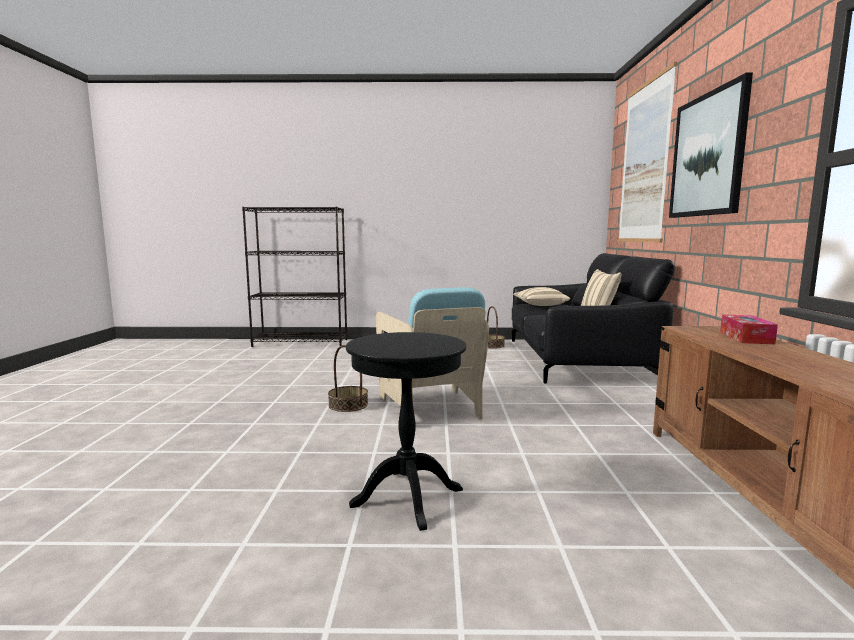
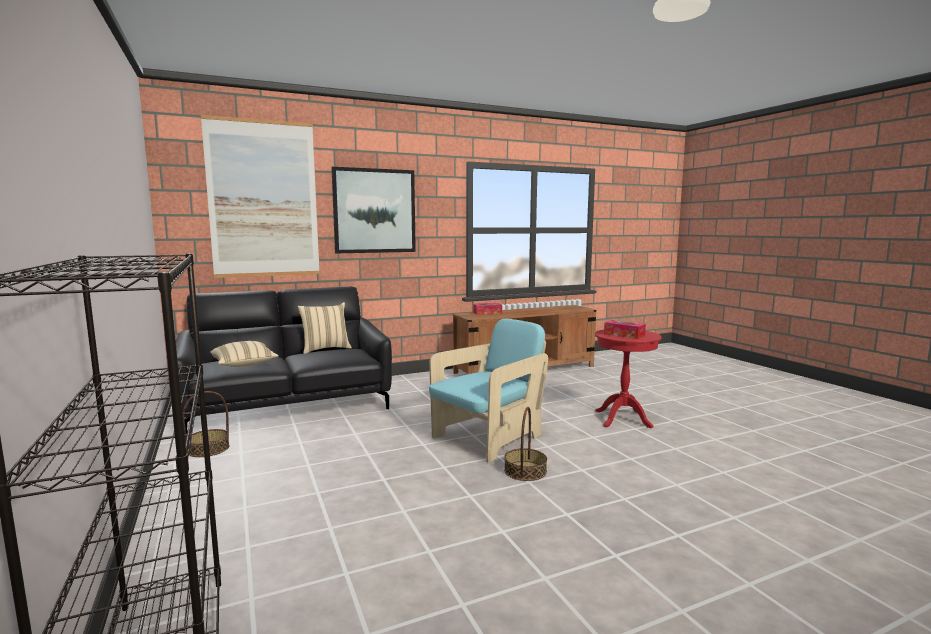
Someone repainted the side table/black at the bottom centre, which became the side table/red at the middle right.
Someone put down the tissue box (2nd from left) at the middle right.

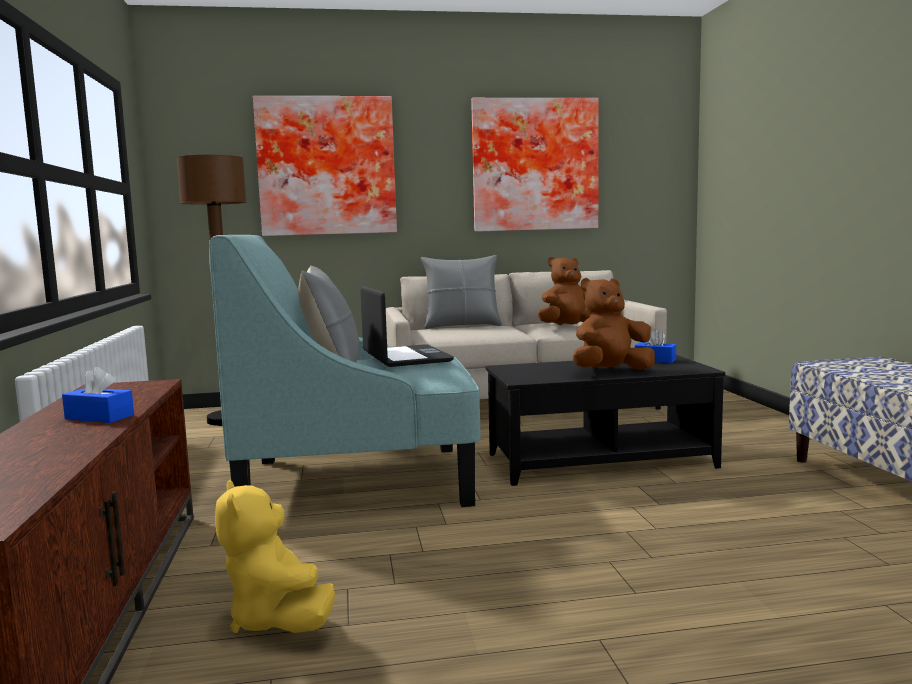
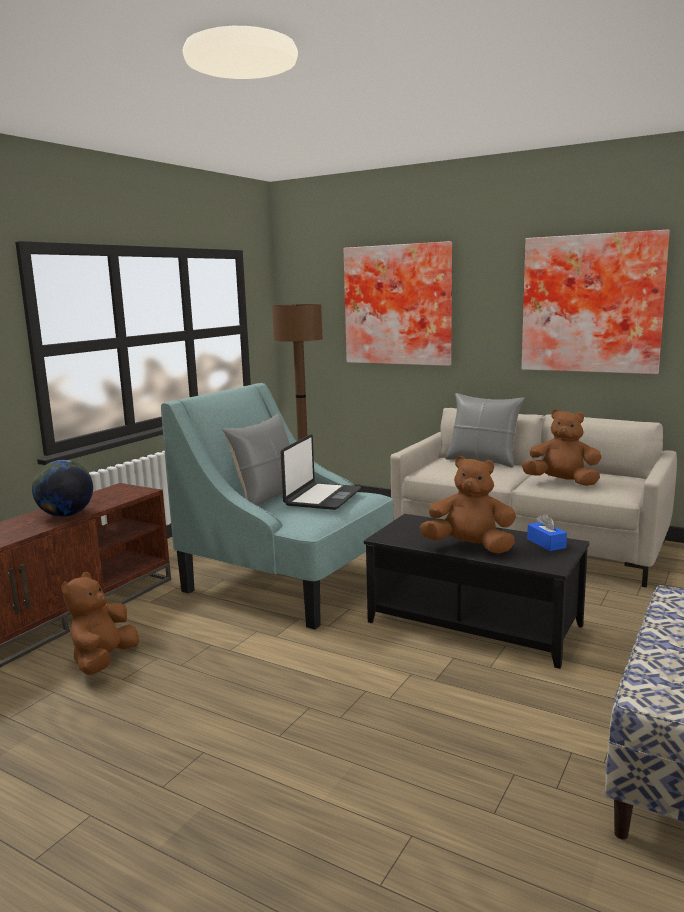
Someone swapped the tissue box/blue (1st from left) at the middle left for the globe at the middle left.
Someone repainted the plush toy/yellow at the bottom left, which became the plush toy/brown (1st from left) at the bottom left.

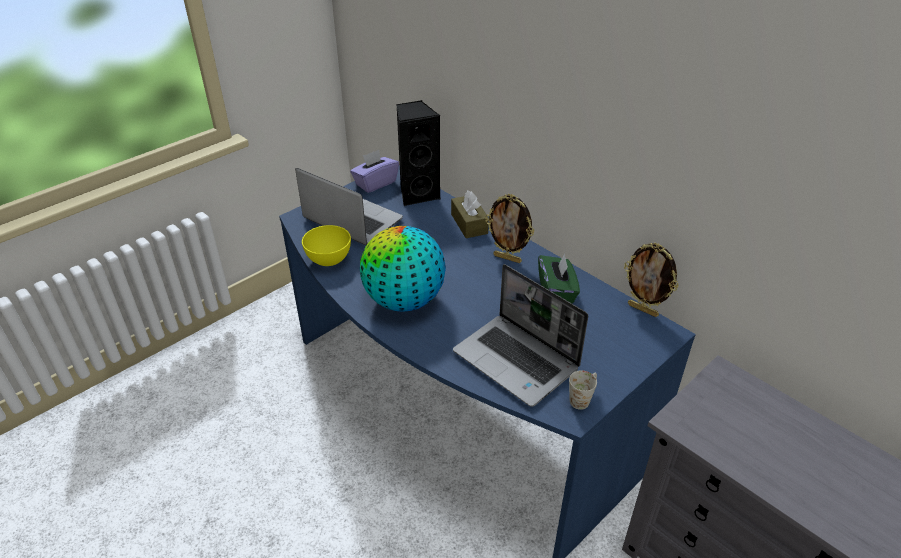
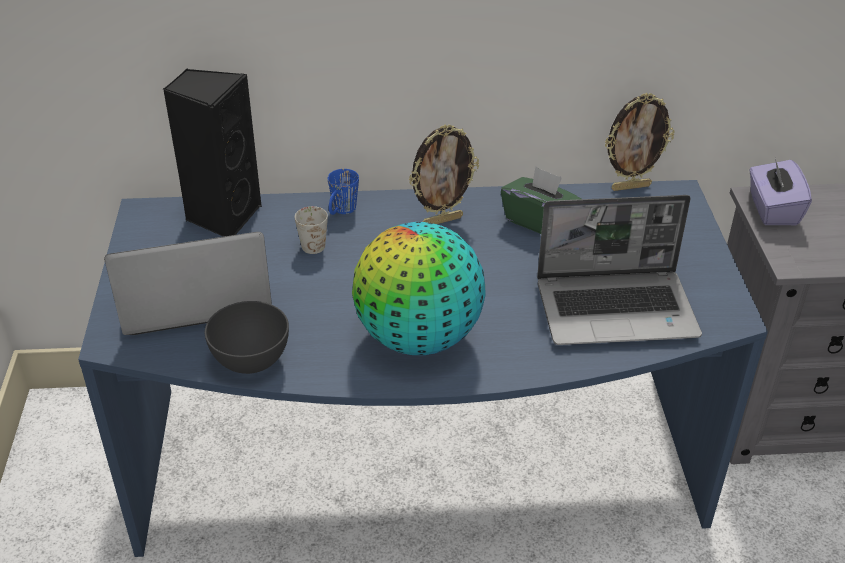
Someone repainted the bowl/yellow at the centre, which became the bowl/grey at the middle left.
Someone carried the mug/white from the bottom centre to the centre.
Someone swapped the tissue box/brown at the centre for the mug/blue at the centre.
Someone carried the tissue box/purple from the top centre to the middle right.

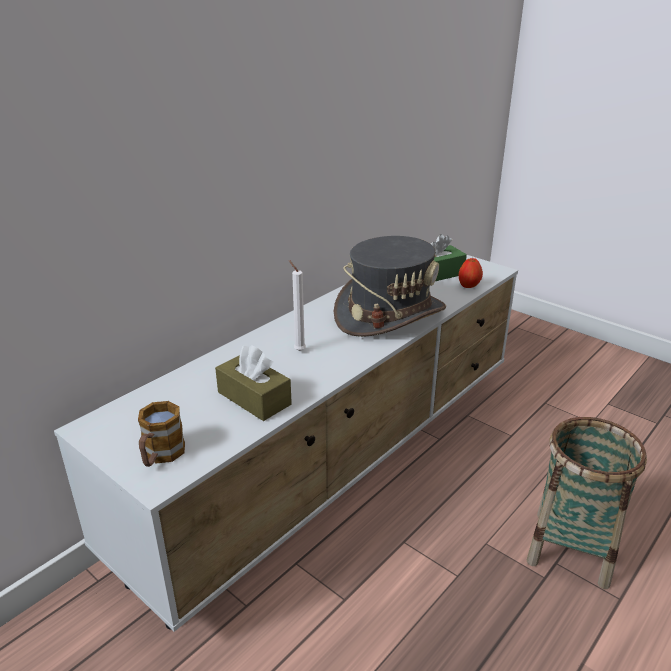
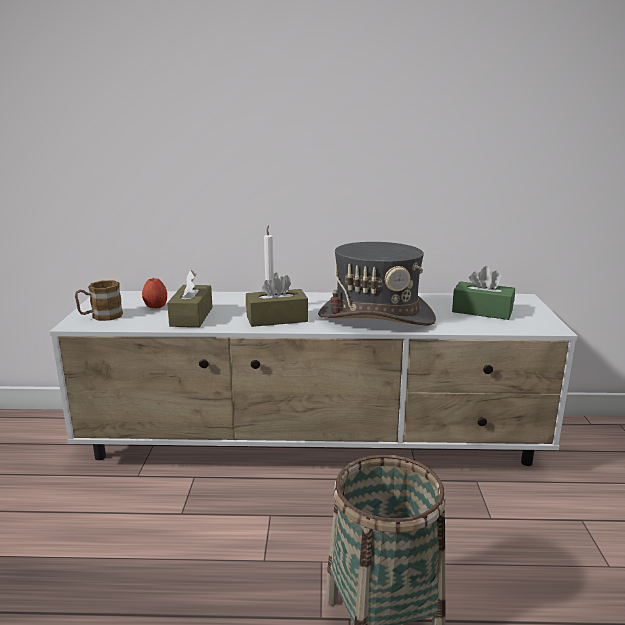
Someone carried the apple from the middle right to the middle left.
Someone put down the tissue box/brown (2nd from left) at the centre.

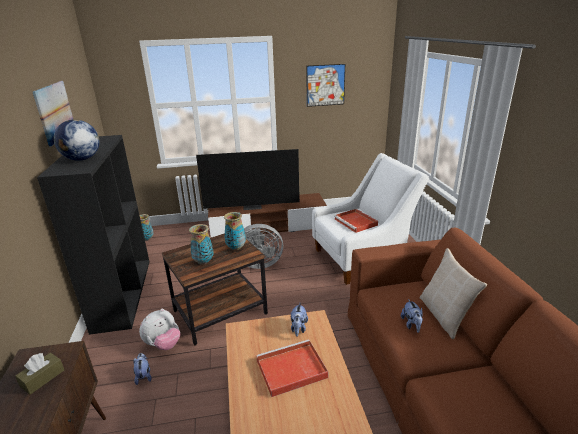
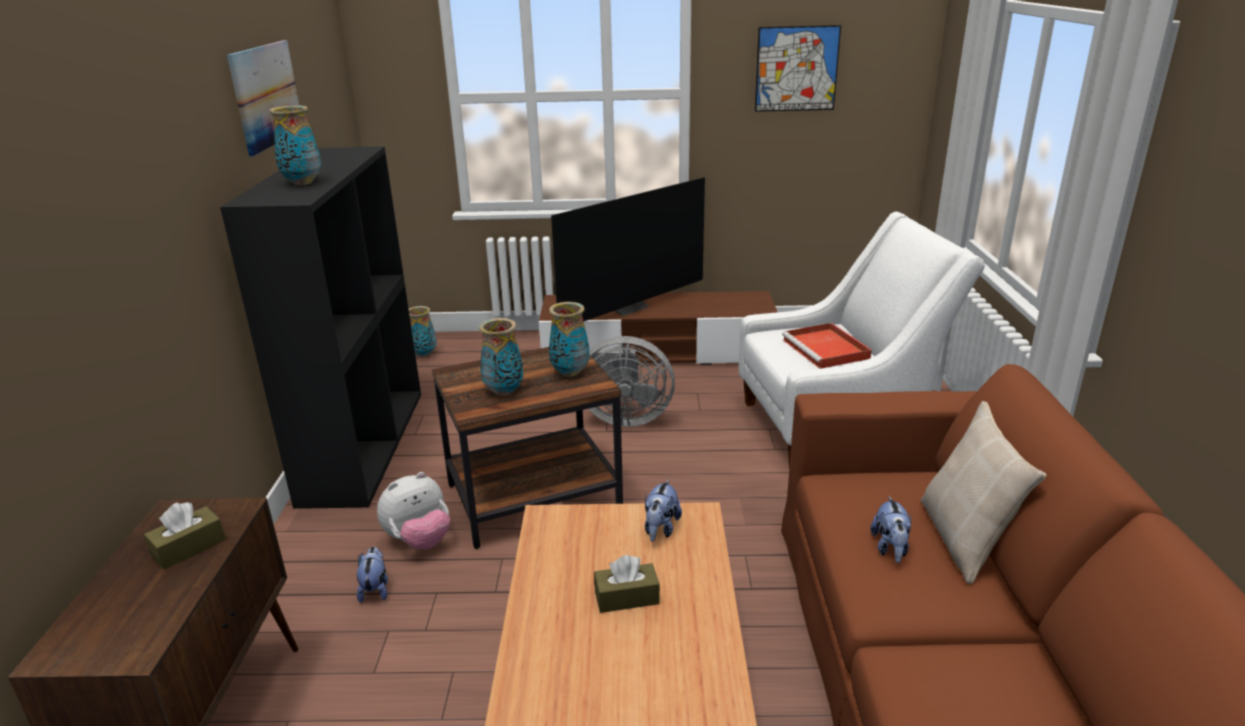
Someone swapped the globe at the top left for the vase (1st from left) at the top left.
Someone rotated the television at the centre by 45 degrees counterclockwise.
Someone swapped the tray/red (1st from left) at the bottom centre for the tissue box/brown (2nd from left) at the bottom centre.

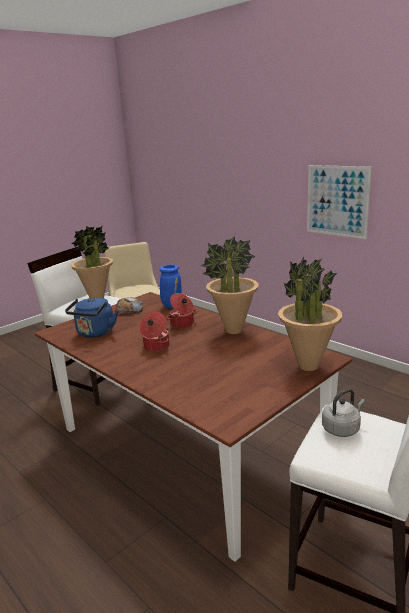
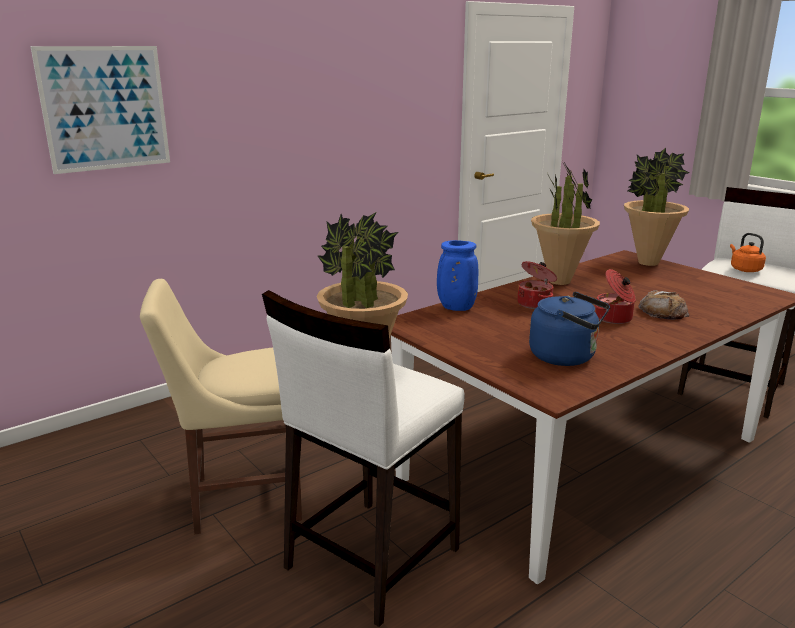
Someone carried the picture from the top right to the top left.
Someone carried the bread from the middle left to the middle right.
Someone repainted the kettle/grey at the bottom right, which became the kettle/orange at the middle right.

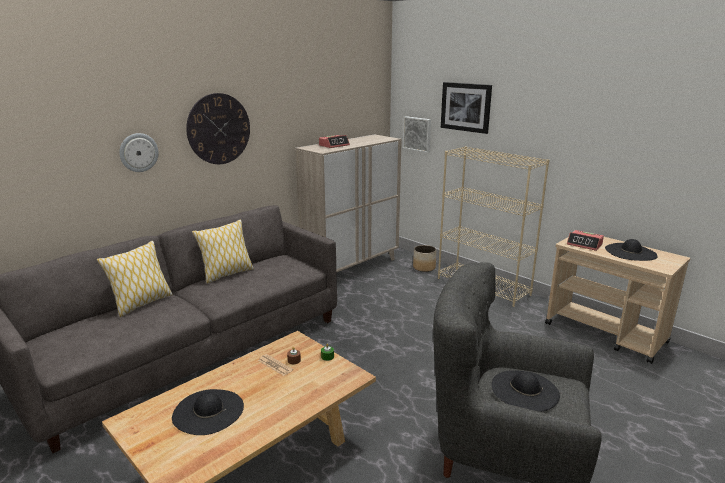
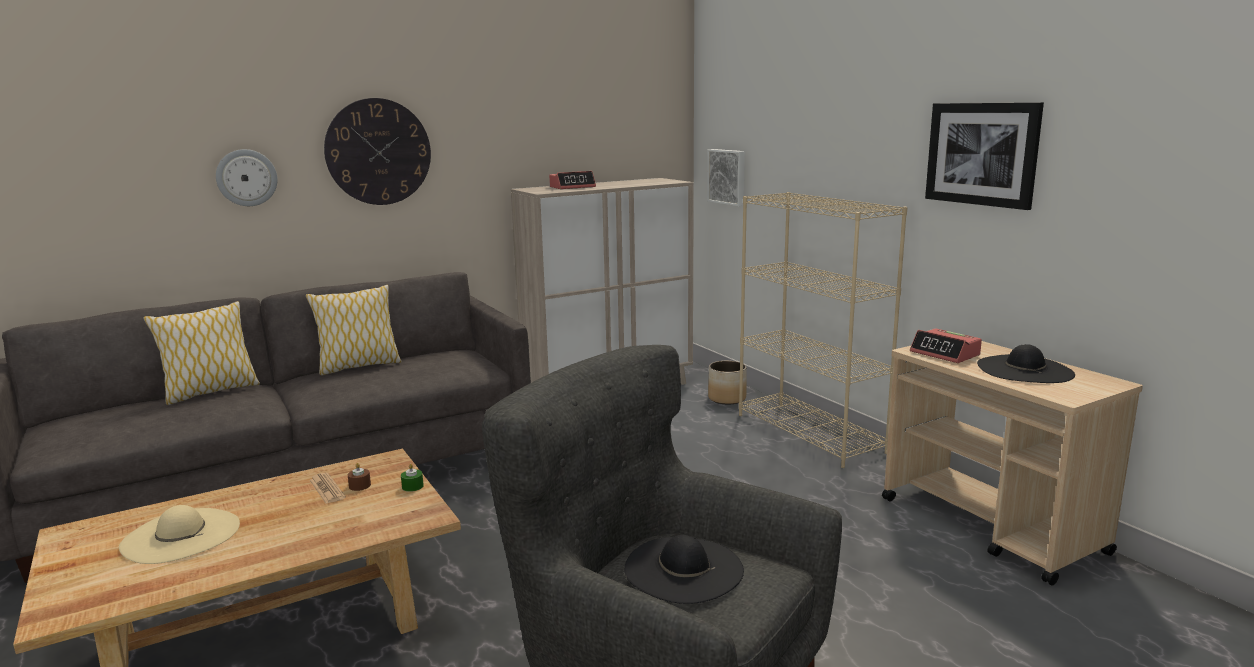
Someone repainted the hat/black (1st from left) at the bottom left, which became the hat/beige at the bottom left.
Someone carried the picture (2nd from left) from the top centre to the top right.

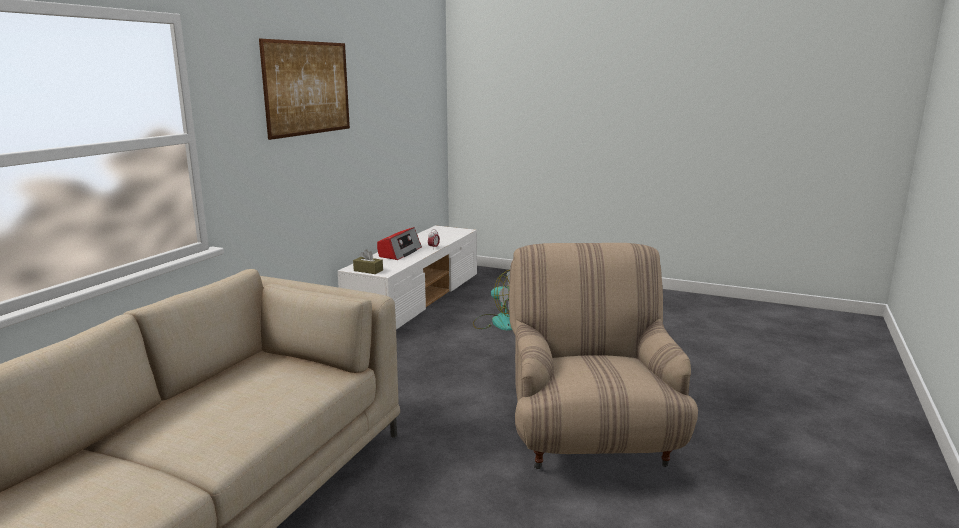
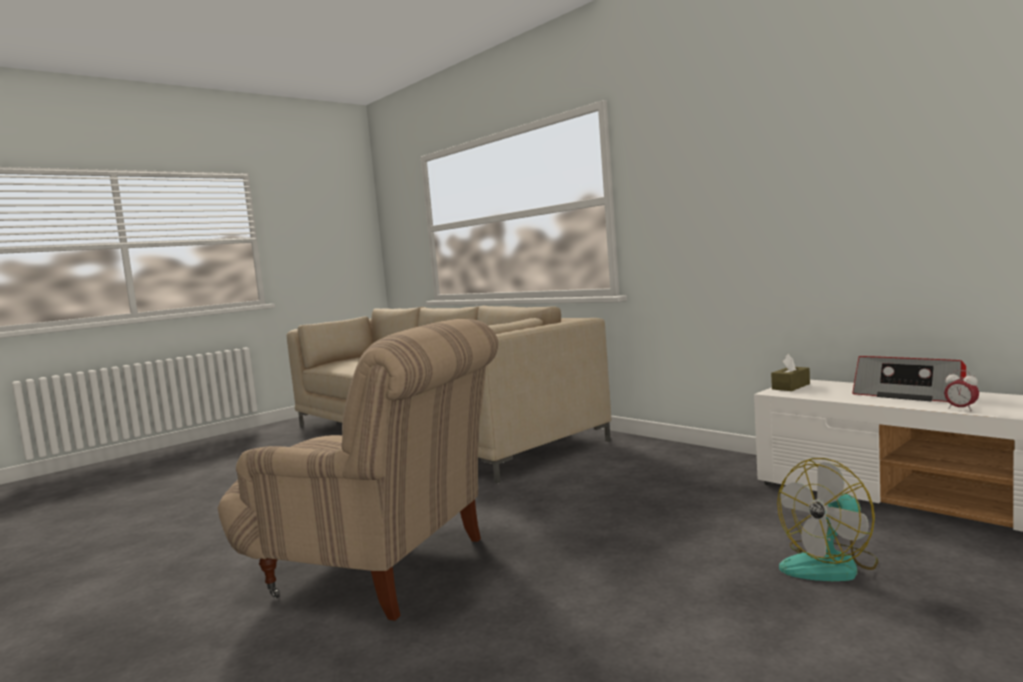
Someone took away the picture at the top left.

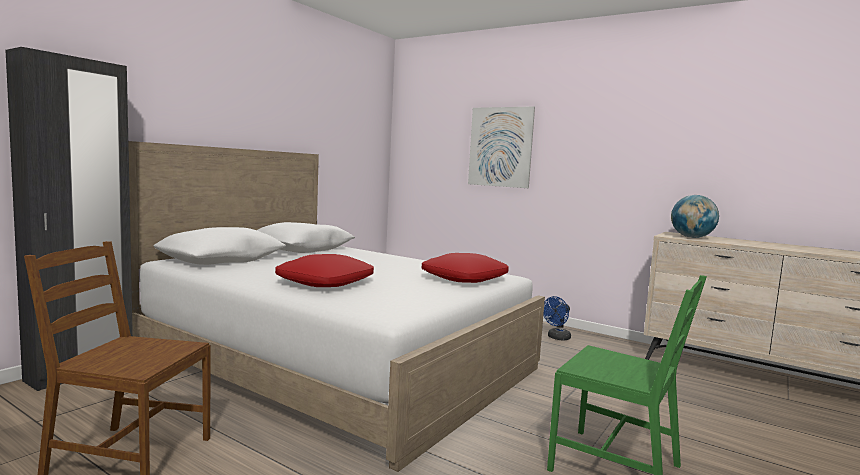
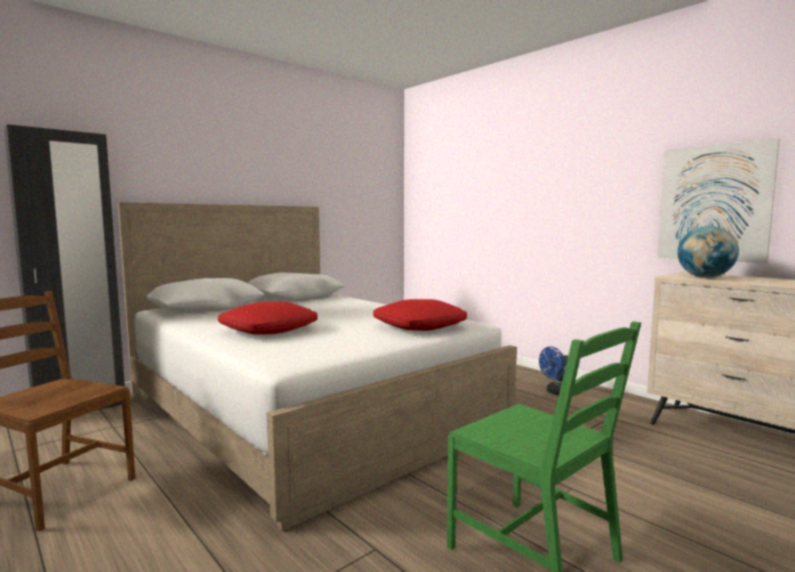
Someone carried the picture from the top centre to the middle right.

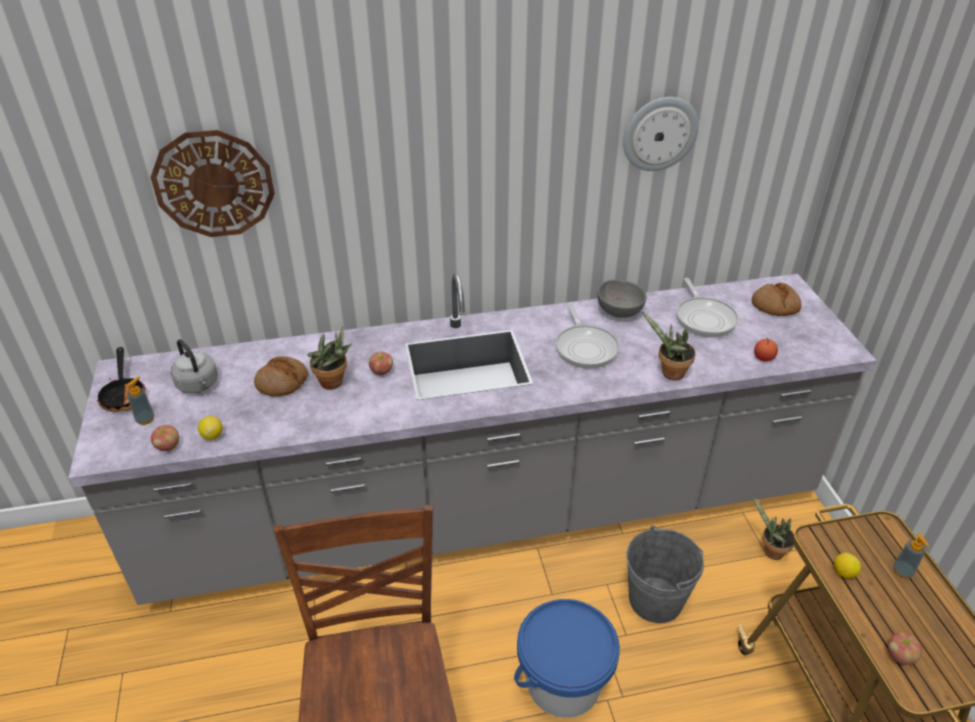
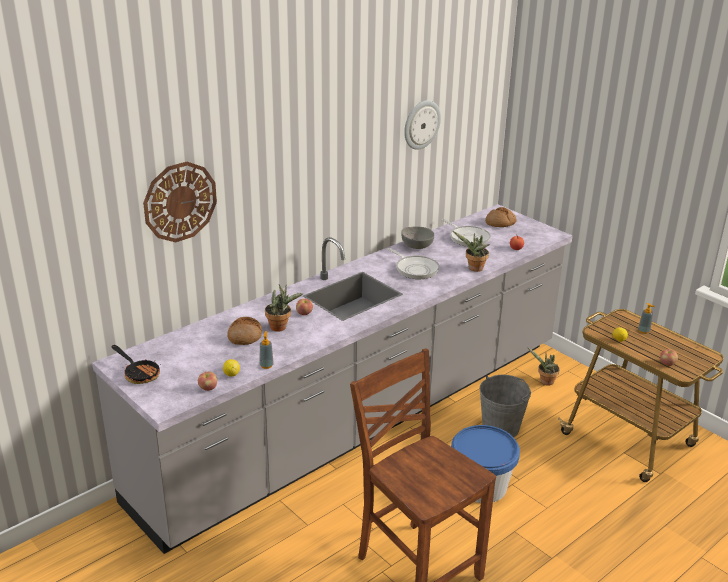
Someone carried the soap dispenser (1st from left) from the middle left to the centre.
Someone took away the kettle/grey at the middle left.

